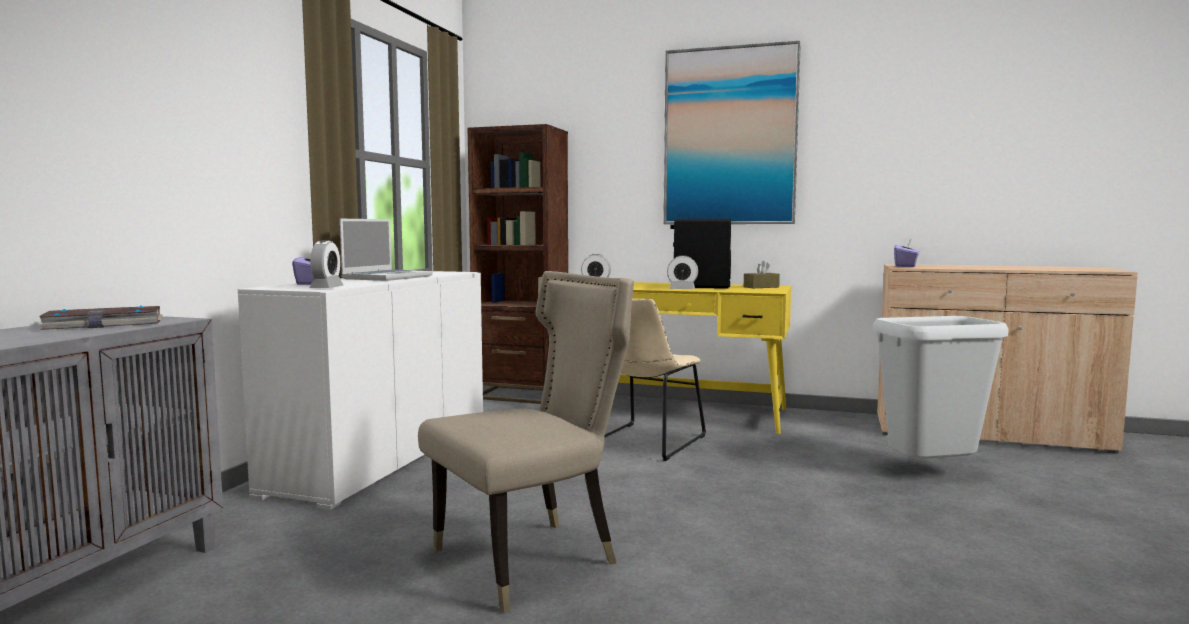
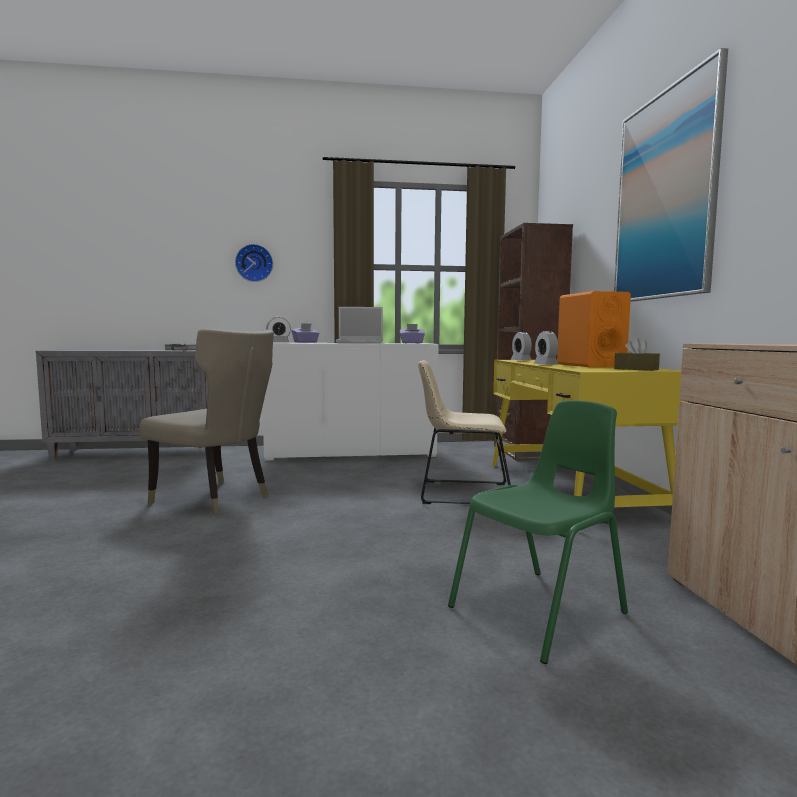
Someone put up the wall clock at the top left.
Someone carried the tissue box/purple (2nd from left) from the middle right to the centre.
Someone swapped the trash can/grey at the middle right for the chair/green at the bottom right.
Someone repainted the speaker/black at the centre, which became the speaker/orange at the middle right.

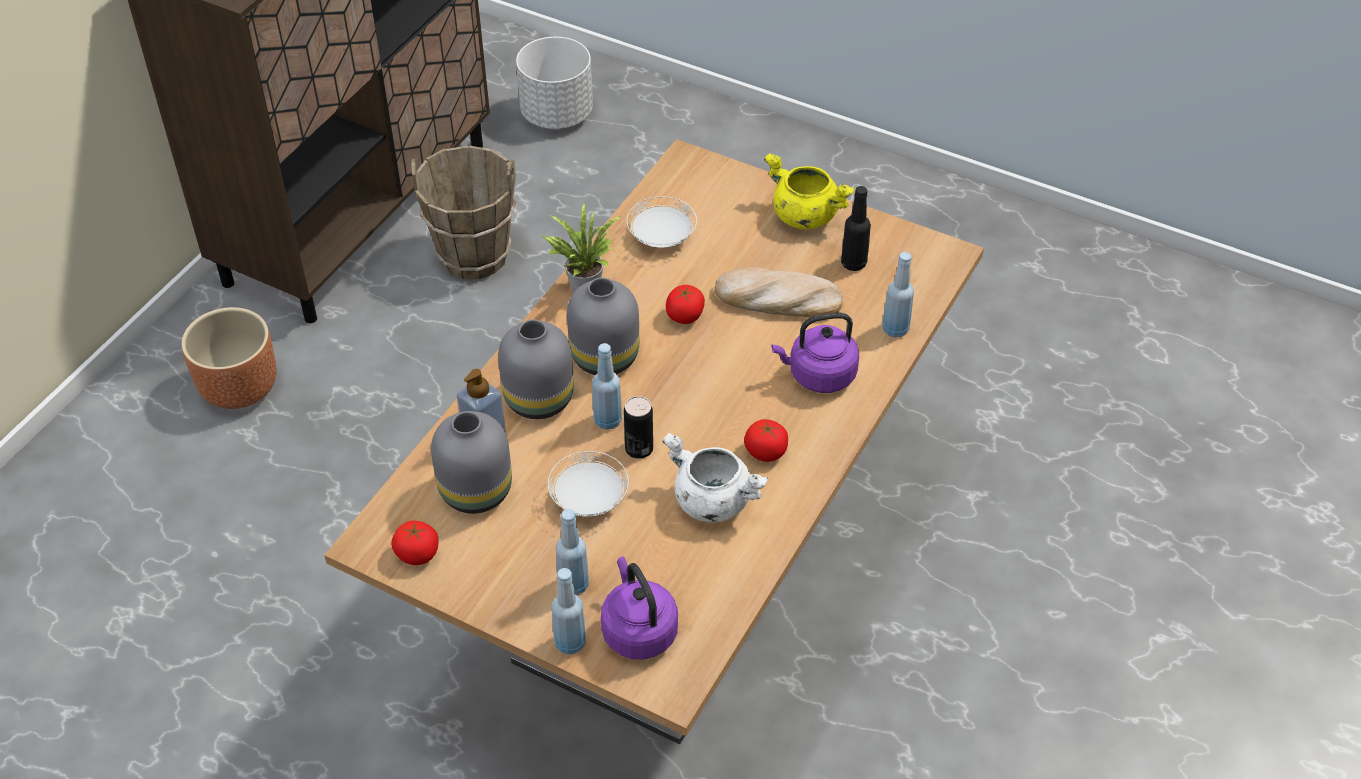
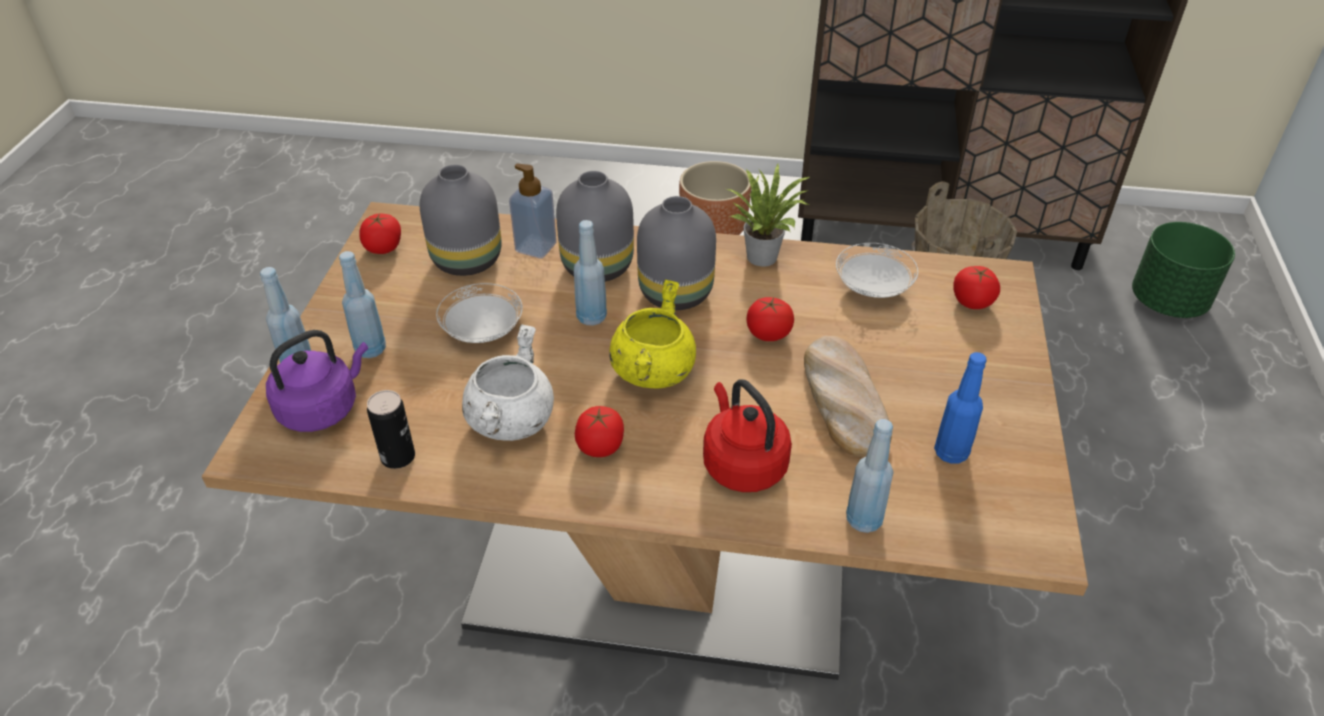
Someone carried the can from the centre to the middle left.
Someone carried the cooking pot/yellow from the top centre to the centre.
Someone repainted the kettle/purple (2nd from left) at the centre, which became the kettle/red at the centre.
Someone repainted the bottle/black at the top centre, which became the bottle/blue (5th from left) at the middle right.
Someone put down the tomato (4th from left) at the middle right.
Someone repainted the planter/white at the top centre, which became the planter/green at the middle right.

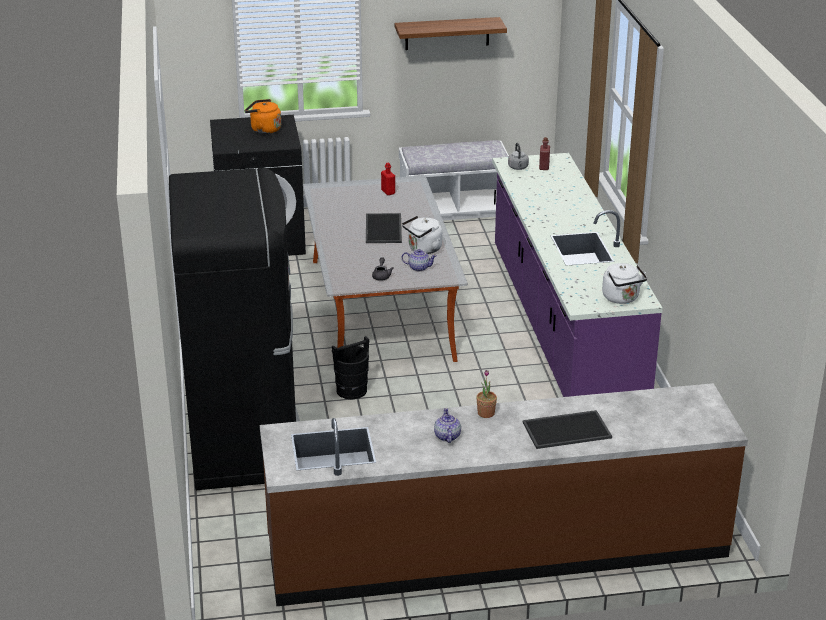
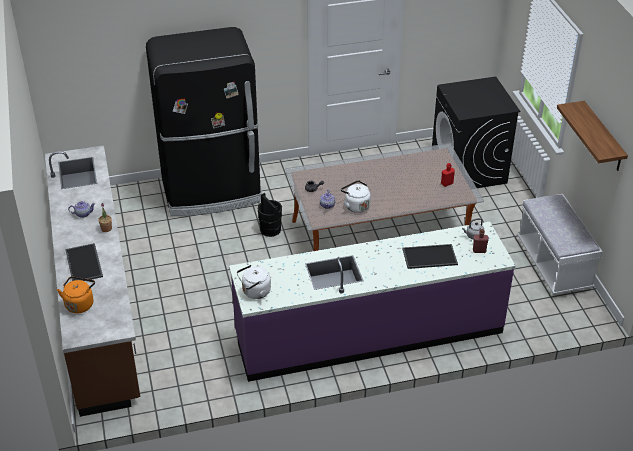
Someone carried the kettle/orange from the top left to the middle left.
Someone carried the tray (1st from left in the first image) from the centre to the middle right.

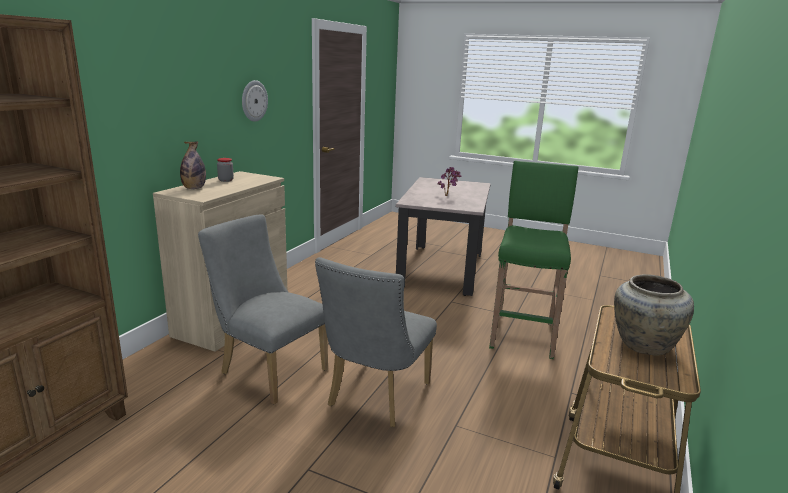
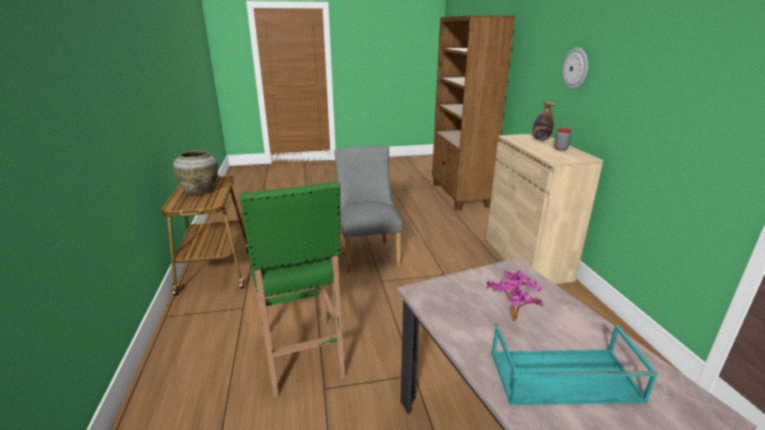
Someone put down the tray/turquoise at the bottom right.
Someone carried the wall clock from the top left to the top right.
Someone took away the chair/grey (1st from left) at the centre.

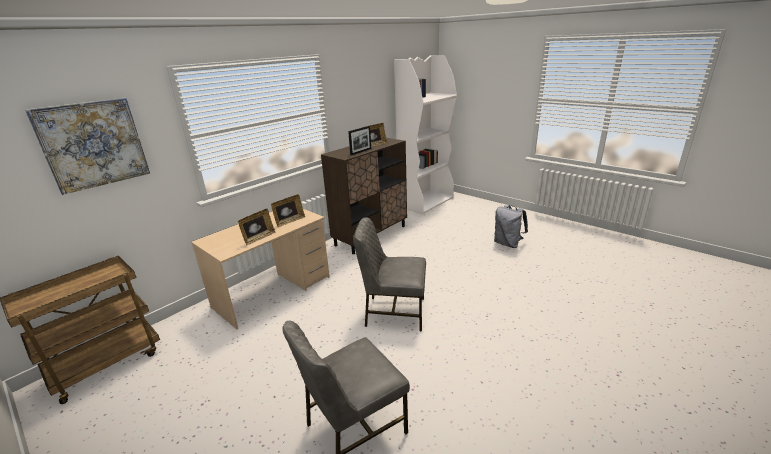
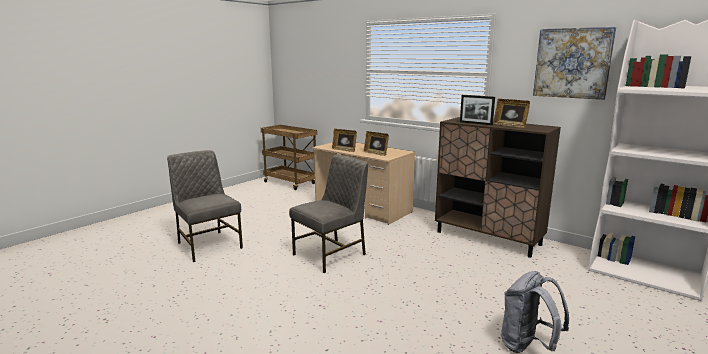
Someone rotated the chair/grey (2nd from left) at the centre by 45 degrees clockwise.
Someone carried the picture from the top left to the top right.

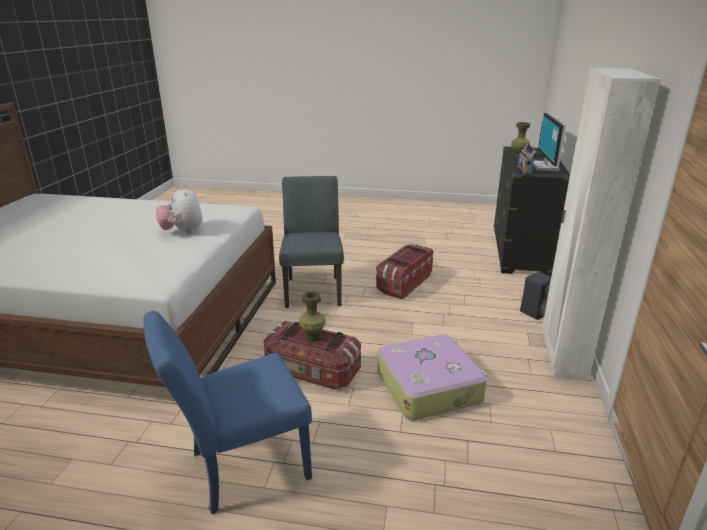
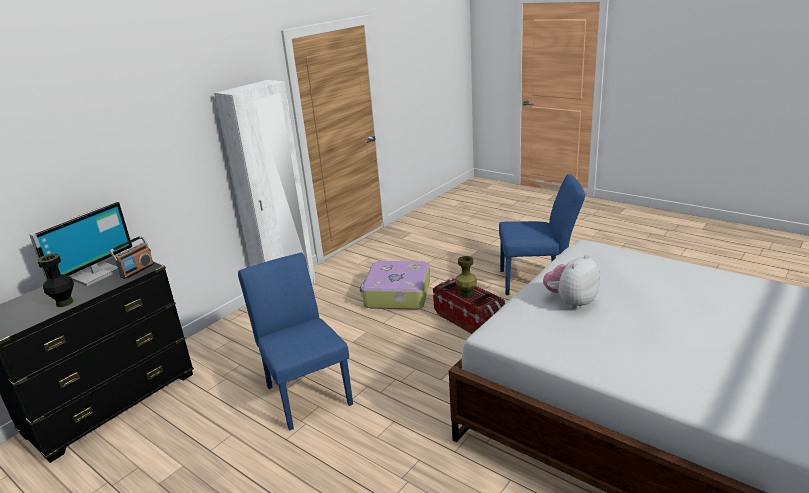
Someone repainted the vase/green (2nd from left) at the top right, which became the vase/black at the middle left.
Someone swapped the storage box (2nd from left) at the centre for the chair/blue (1st from left) at the bottom centre.
Someone rotated the plush toy at the middle left by 135 degrees counterclockwise.
Someone took away the chair/grey at the centre.
Someone took away the speaker/black at the middle right.

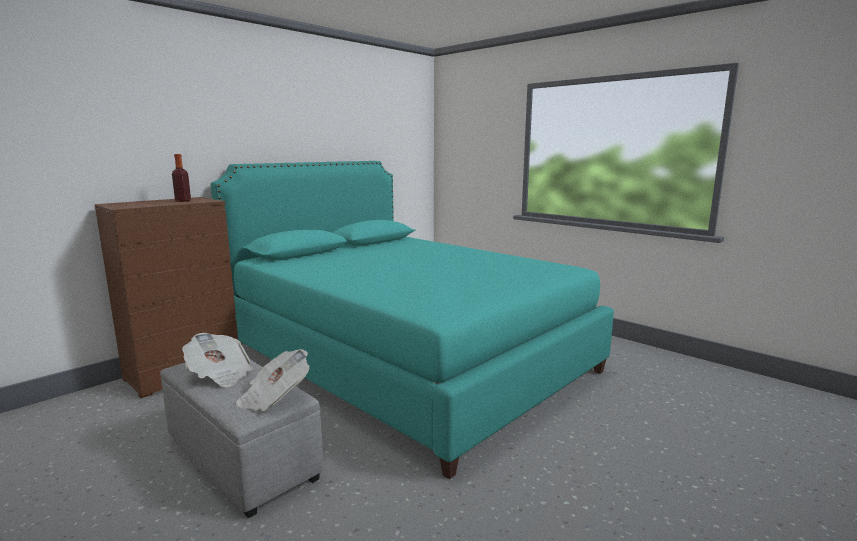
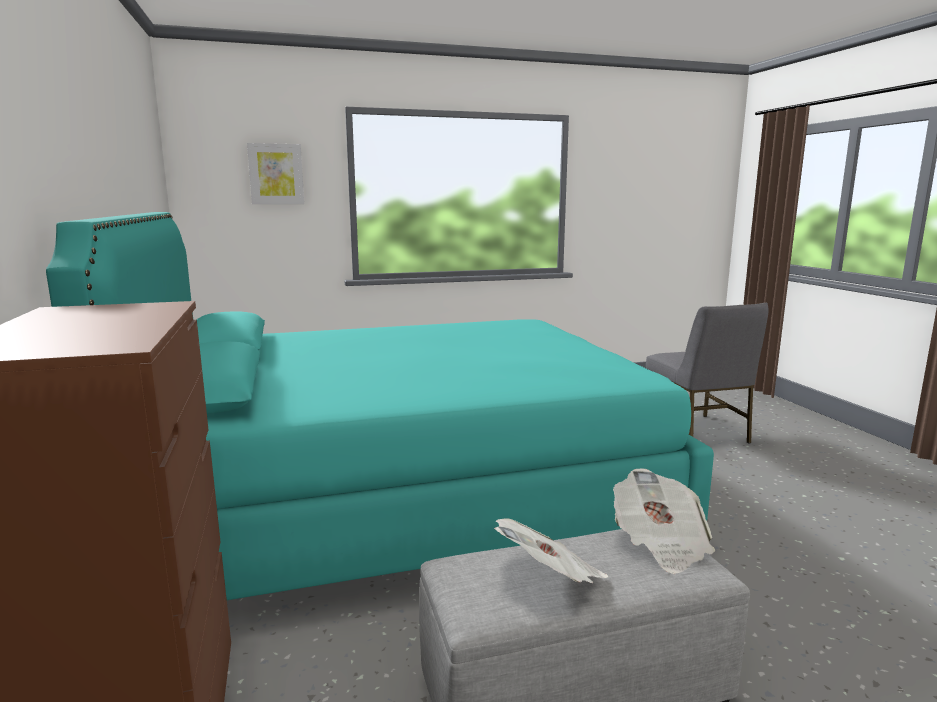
Someone put up the picture at the top left.
Someone put down the chair/grey at the middle right.
Someone took away the bottle at the top left.

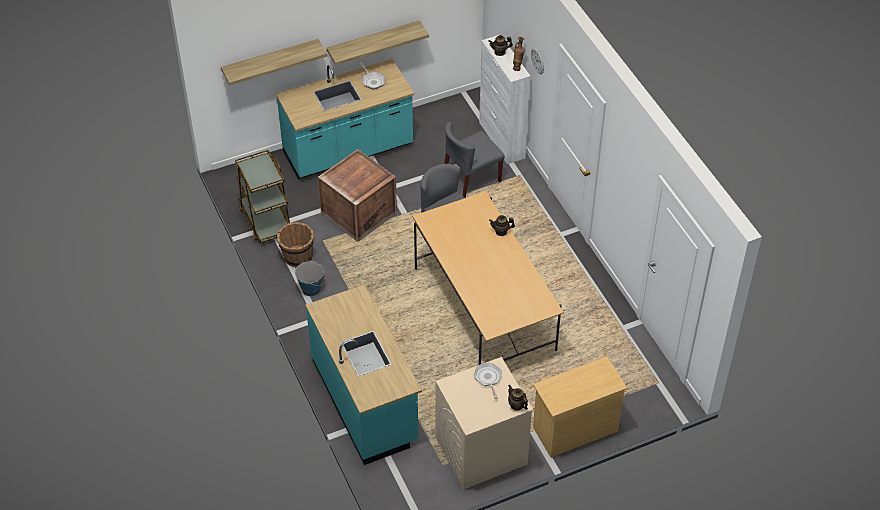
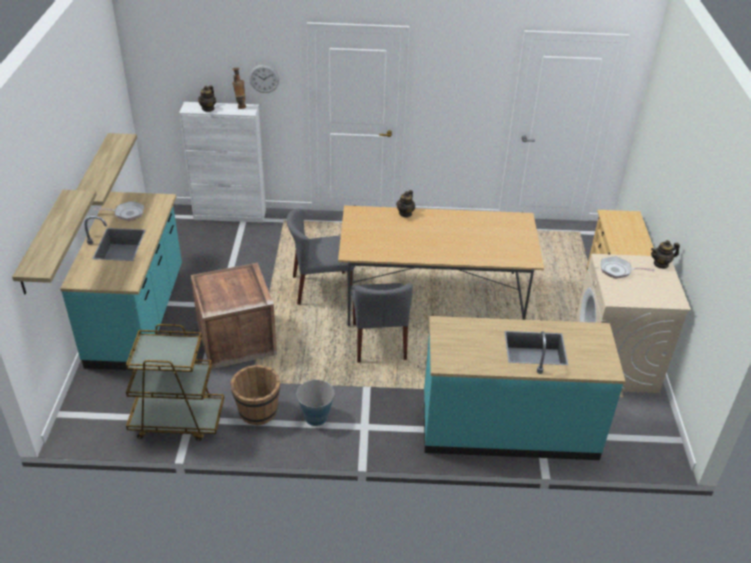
Someone carried the chair/grey (2nd from left) from the top centre to the centre.

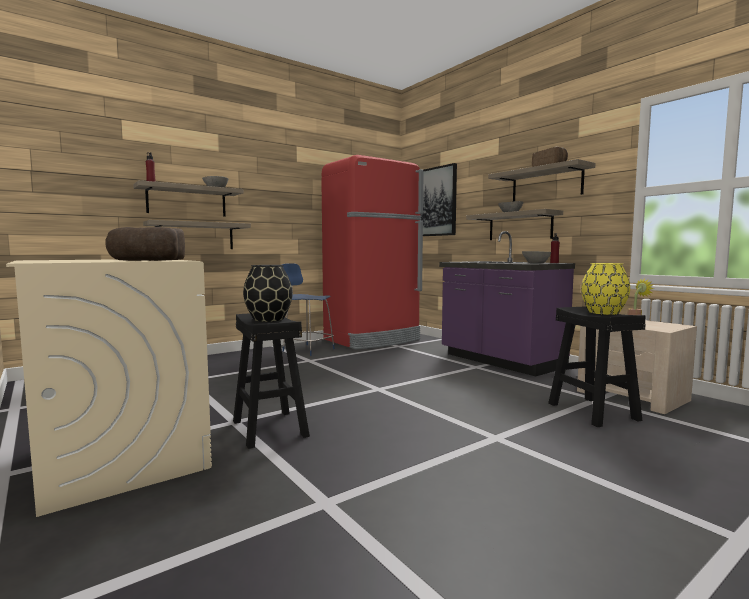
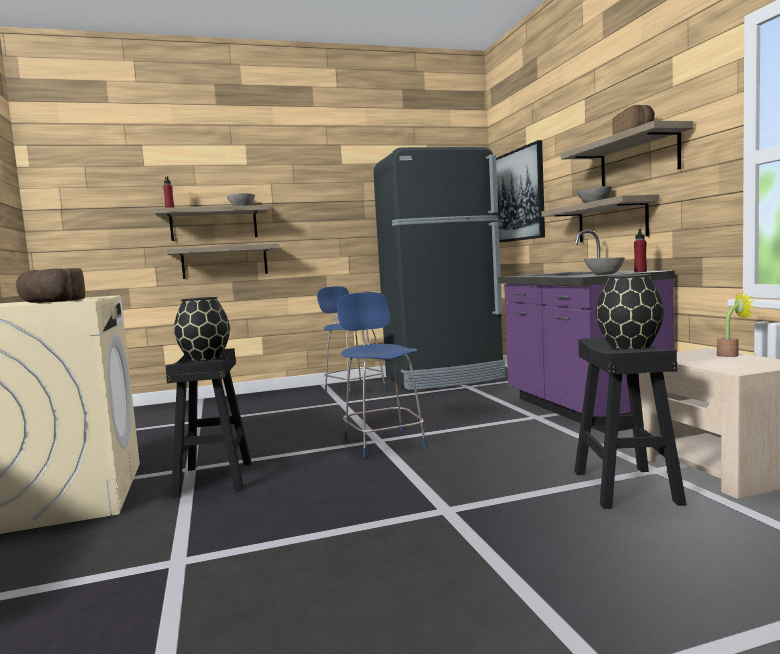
Someone put down the chair/blue (2nd from left) at the centre.
Someone repainted the fridge/red at the centre, which became the fridge/black at the centre.
Someone repainted the vase/yellow at the middle right, which became the vase/black (2nd from left) at the middle right.

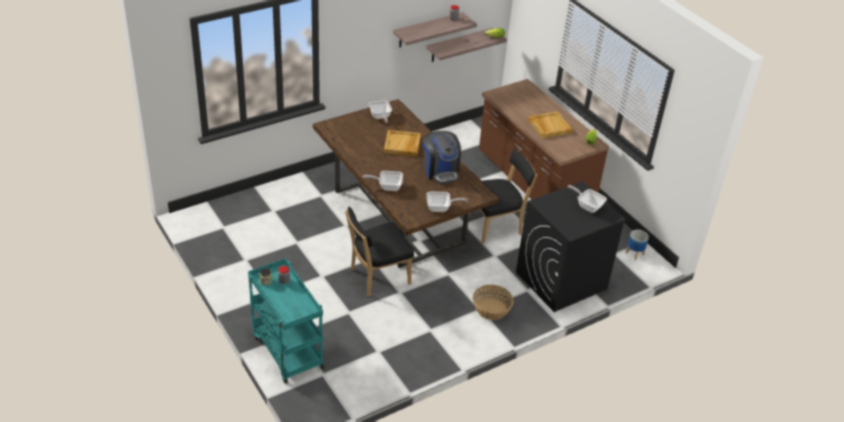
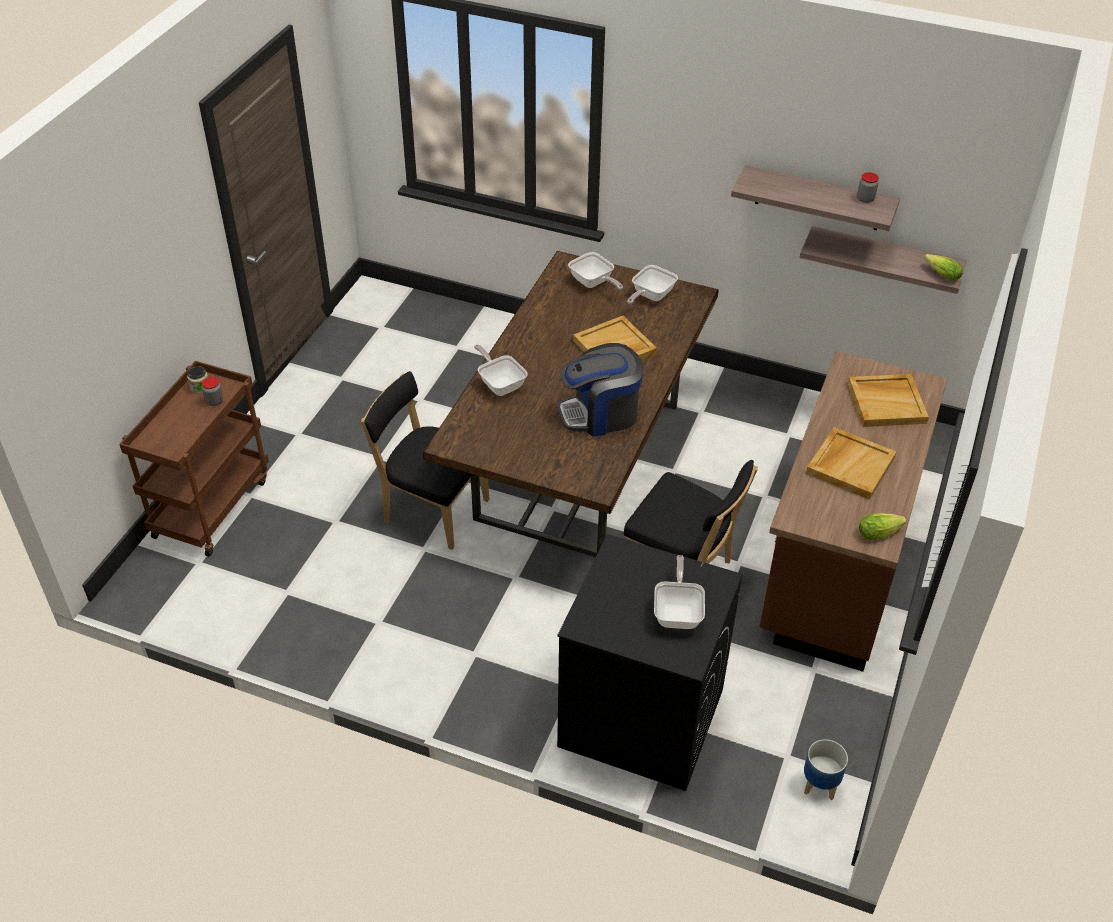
Someone repainted the cart/turquoise at the bottom centre, which became the cart/brown at the middle left.
Someone rotated the coffee machine at the centre by 45 degrees clockwise.
Someone carried the frying pan (3rd from left in the first image) from the centre to the top centre.
Someone put down the tray/beige (3rd from left) at the middle right.
Someone took away the basket at the bottom centre.

